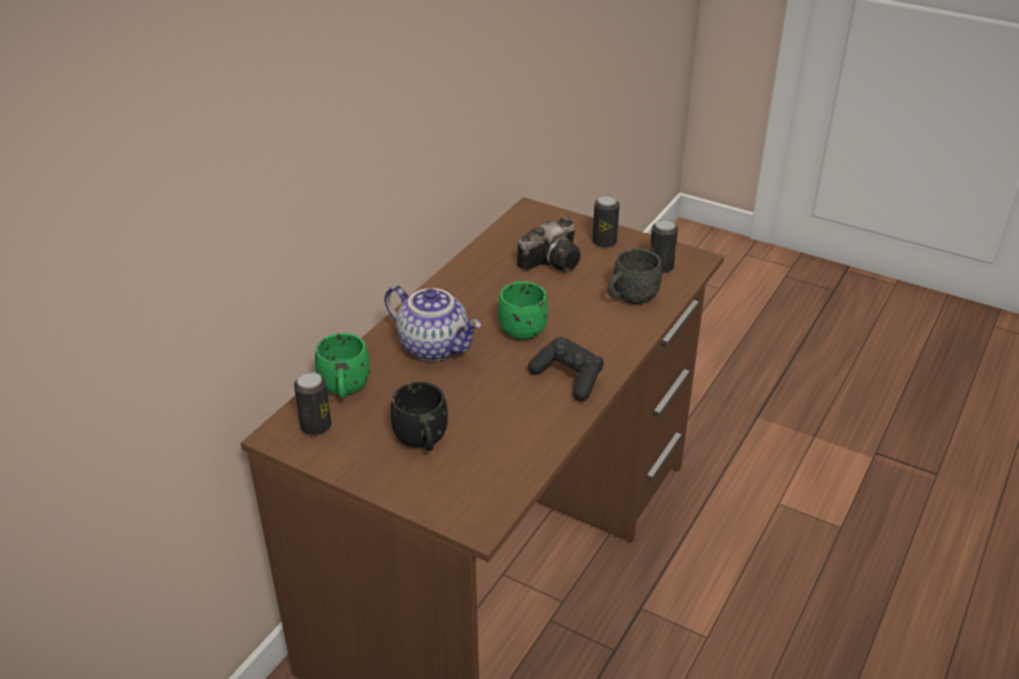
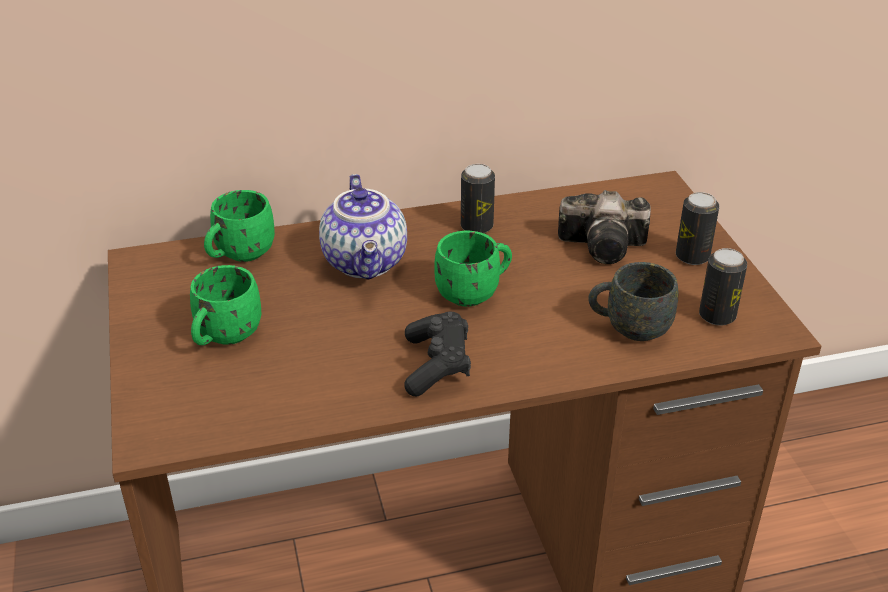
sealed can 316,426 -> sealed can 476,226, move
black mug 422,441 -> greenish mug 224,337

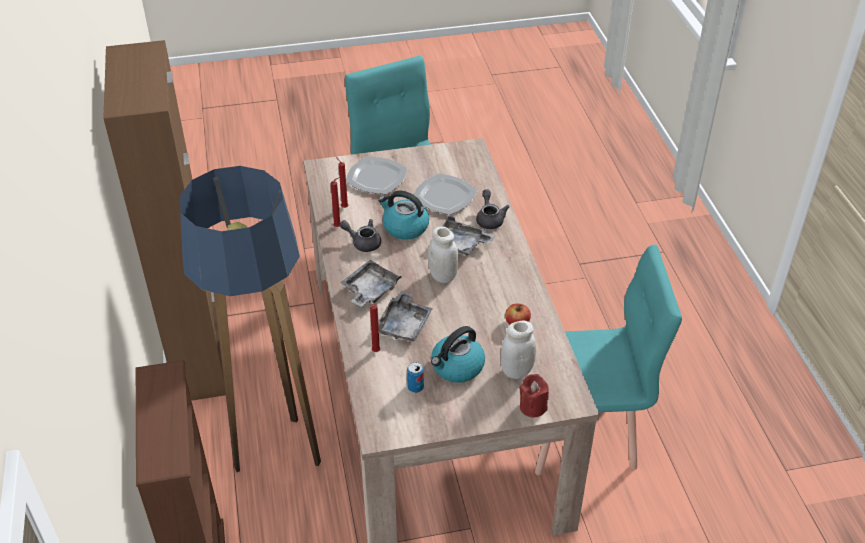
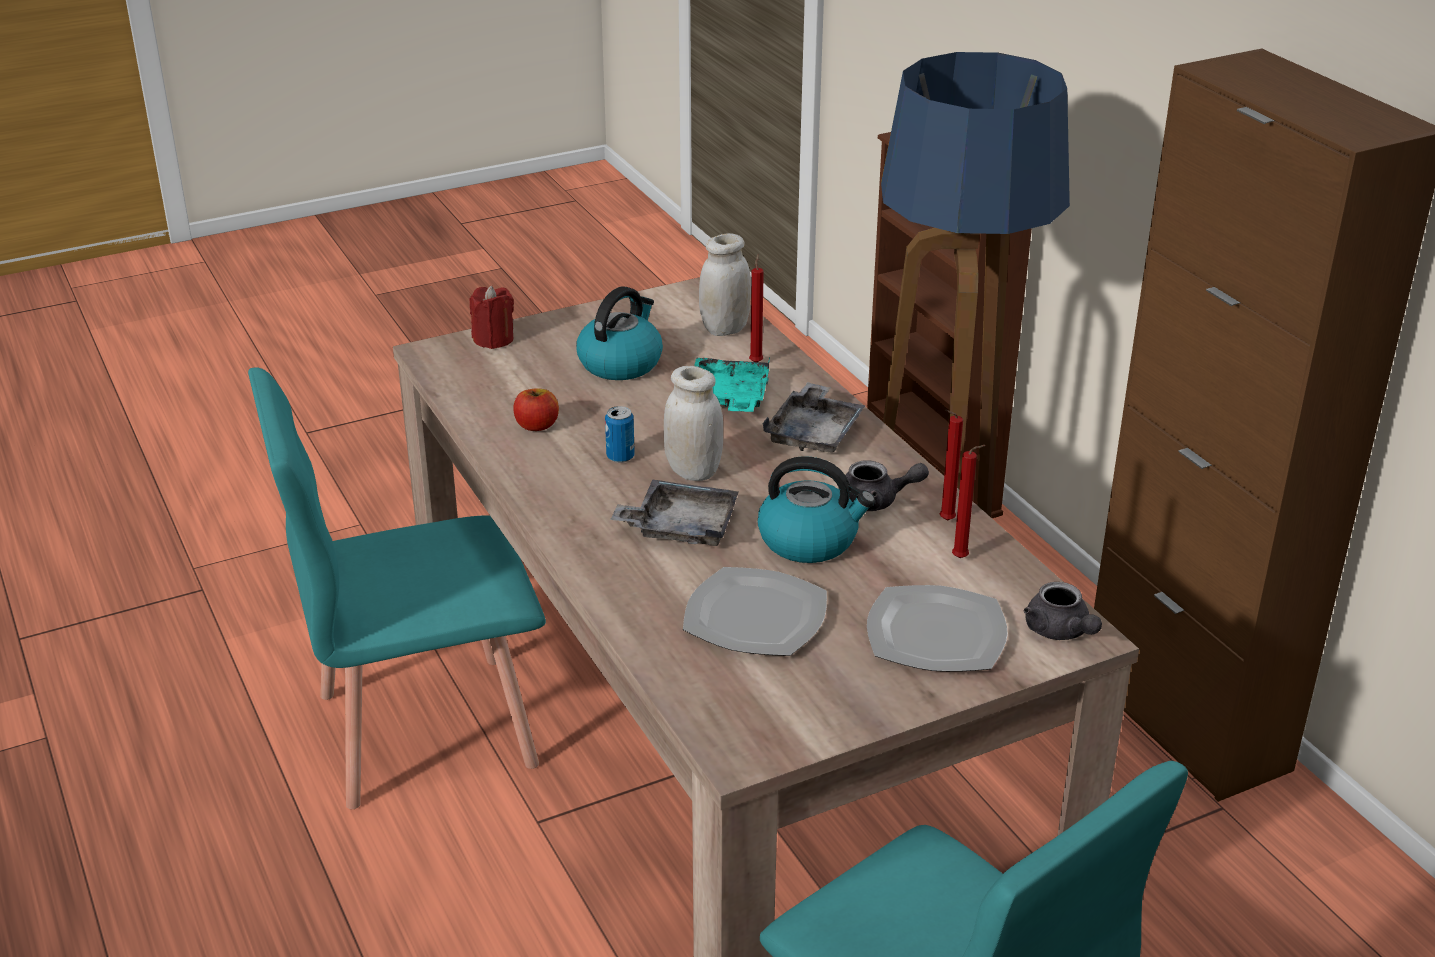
gray tea pot 490,219 -> gray tea pot 1060,632, move
gray carrying tray 404,324 -> turquoise carrying tray 728,398
white storage jar 516,371 -> white storage jar 725,329, move
sealed can 415,387 -> sealed can 620,457, move

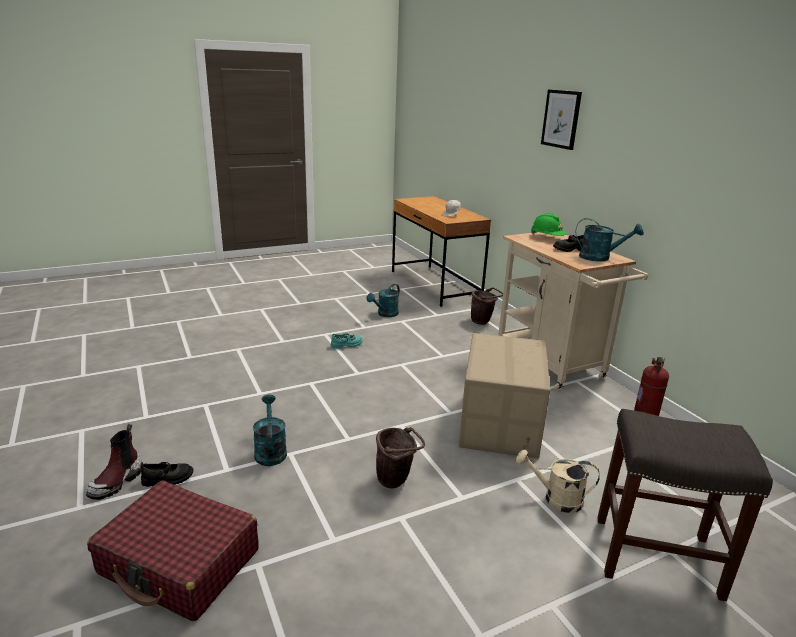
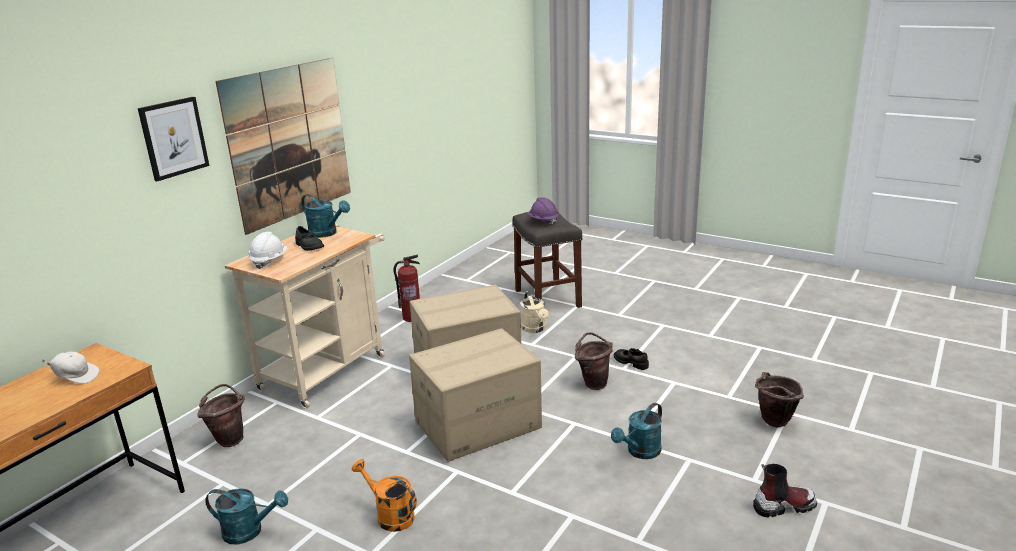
greenish safety helmet 547,238 -> white safety helmet 269,261
turquoise watering can 600,258 -> turquoise watering can 327,233, 135 degrees clockwise
turquoise shoe 347,345 -> orangey watering can 390,515
black shoe 168,479 -> black shoe 631,362, move
reddish travel case 180,562 -> brown-coloured pail 773,423
none -> wall art 289,142
none -> purple safety helmet 543,221
none -> cardboard box 477,424

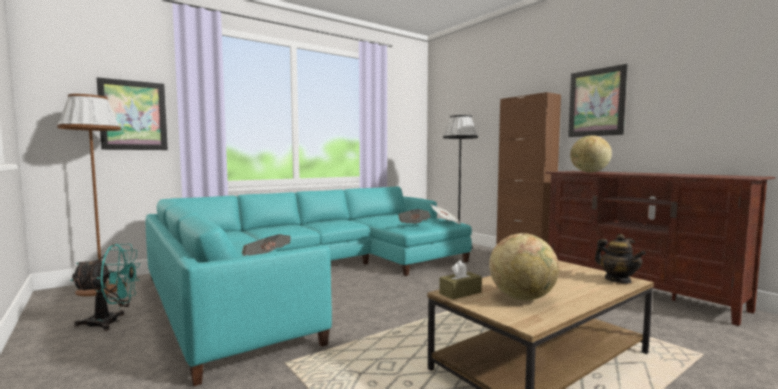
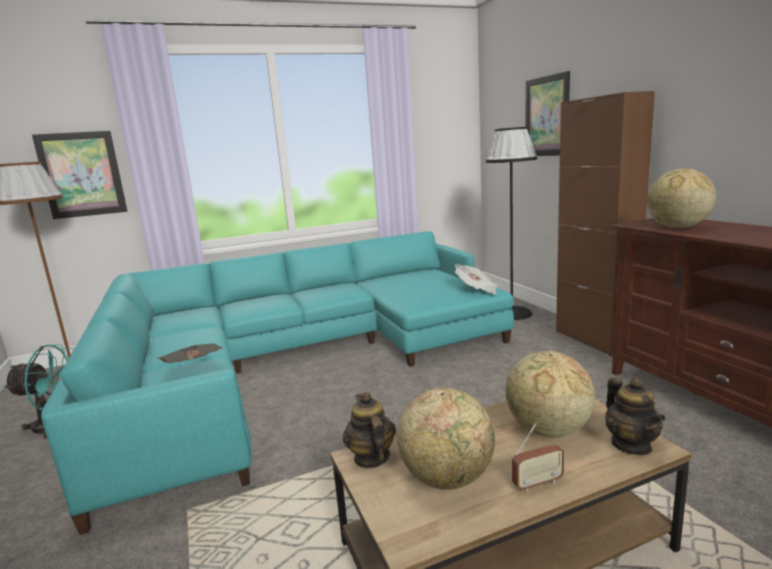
wall art 596,102 -> wall art 547,116, move
printed paper 414,226 -> none
brown-coloured box of tissues 460,293 -> tea pot 371,458
none -> desk globe 547,430
none -> radio set 537,483

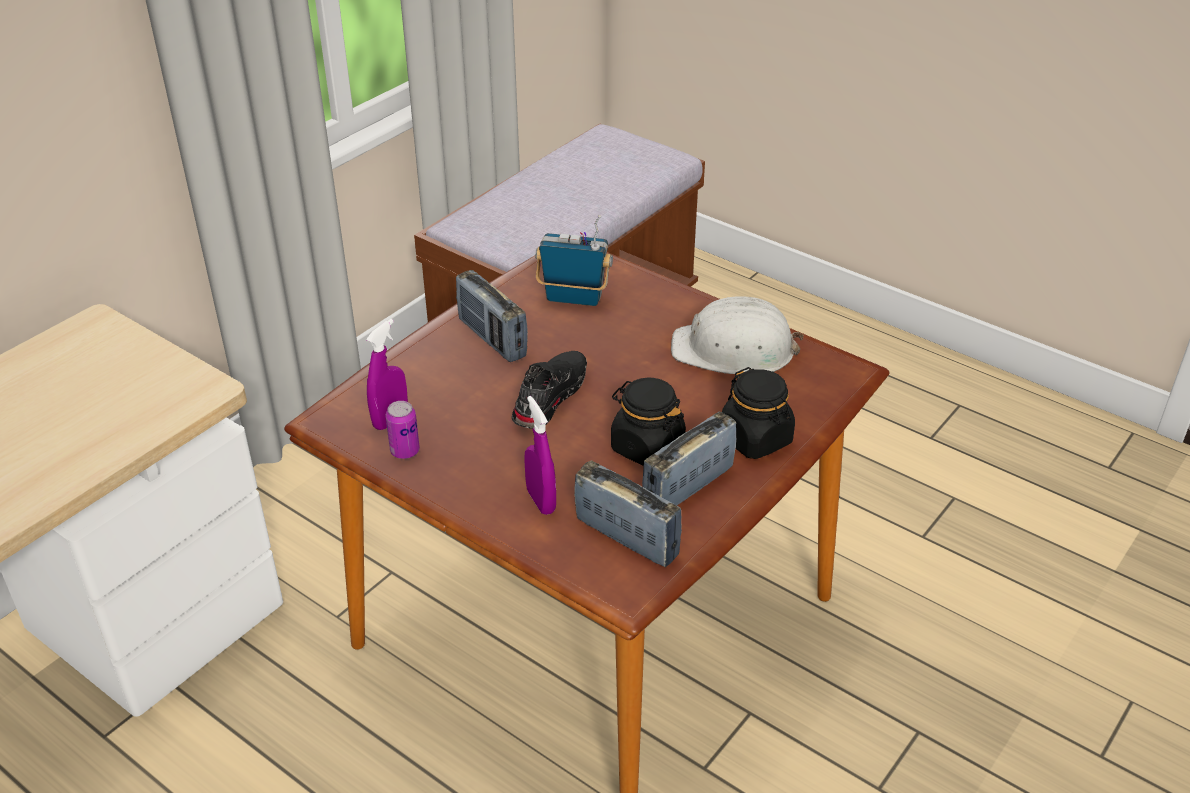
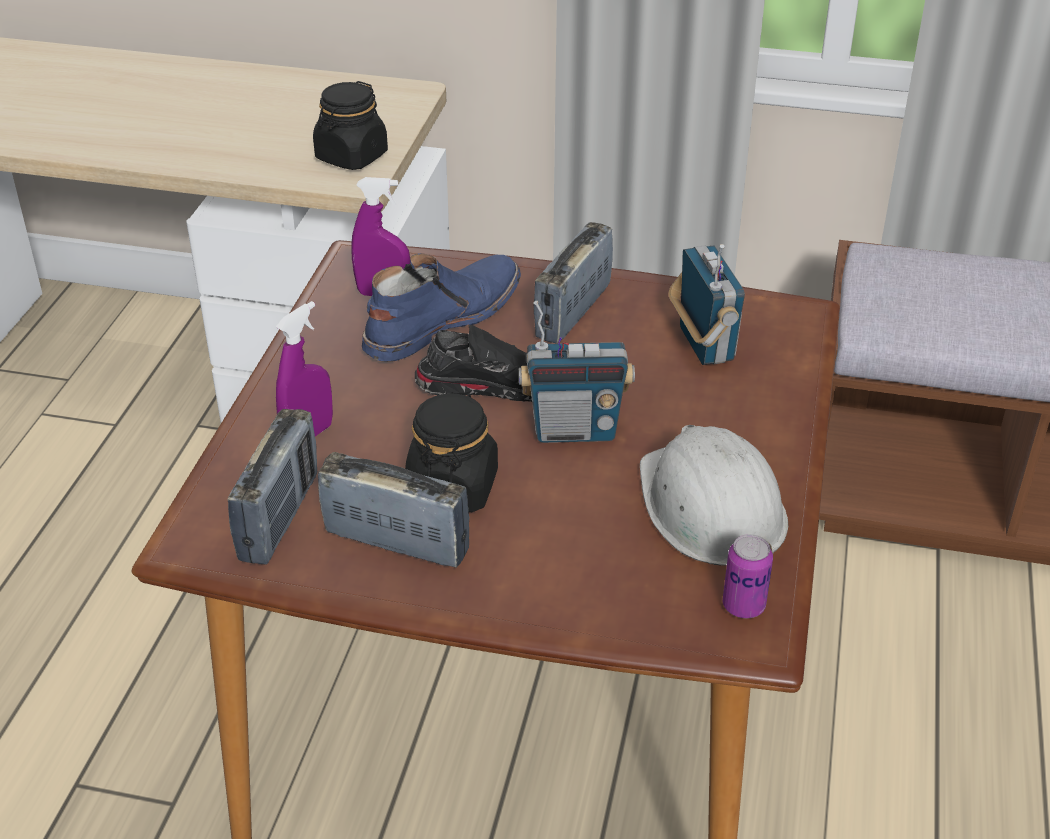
black storage jar 756,439 -> black storage jar 351,157, move
sealed can 405,451 -> sealed can 743,606, move
none -> bluish high-top boot 441,319
none -> radio set 574,430

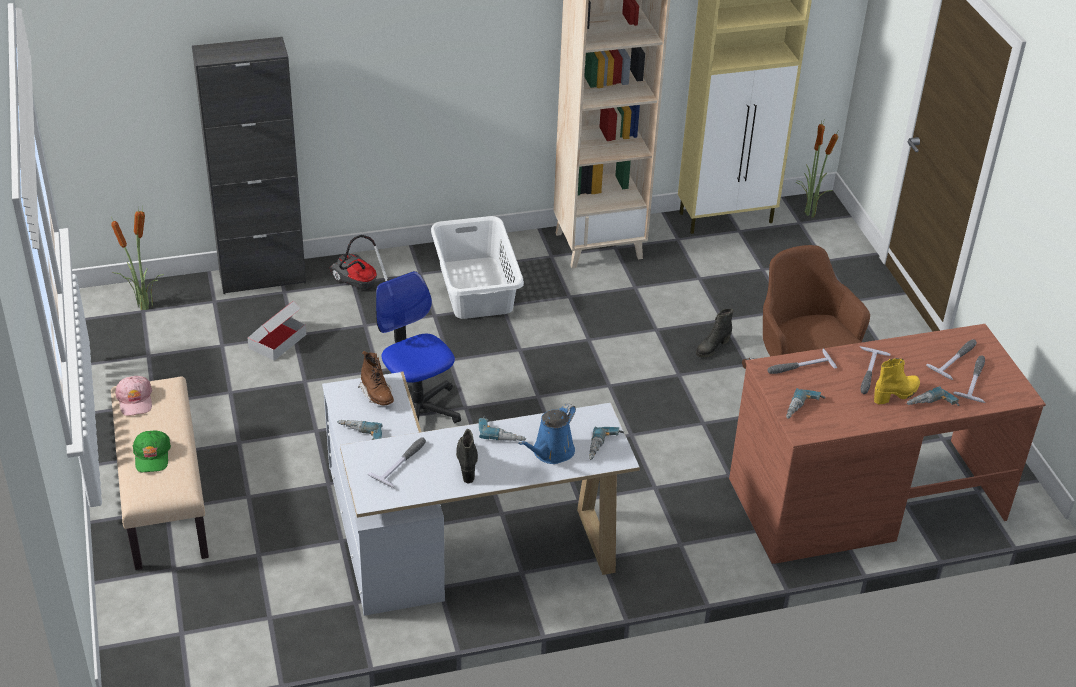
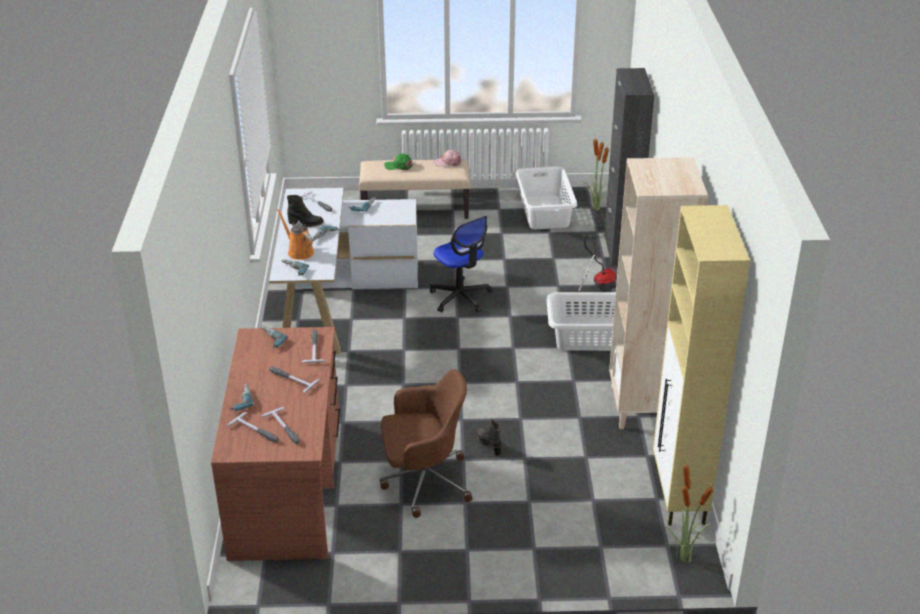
office chair 416,410 -> office chair 460,297, 75 degrees clockwise
cardboard box 277,341 -> none
brown-coloured high-top boot 377,395 -> none
yellow high-top boot 896,394 -> none
bluish watering can 551,452 -> orangey watering can 299,251
none -> white hamper 545,212

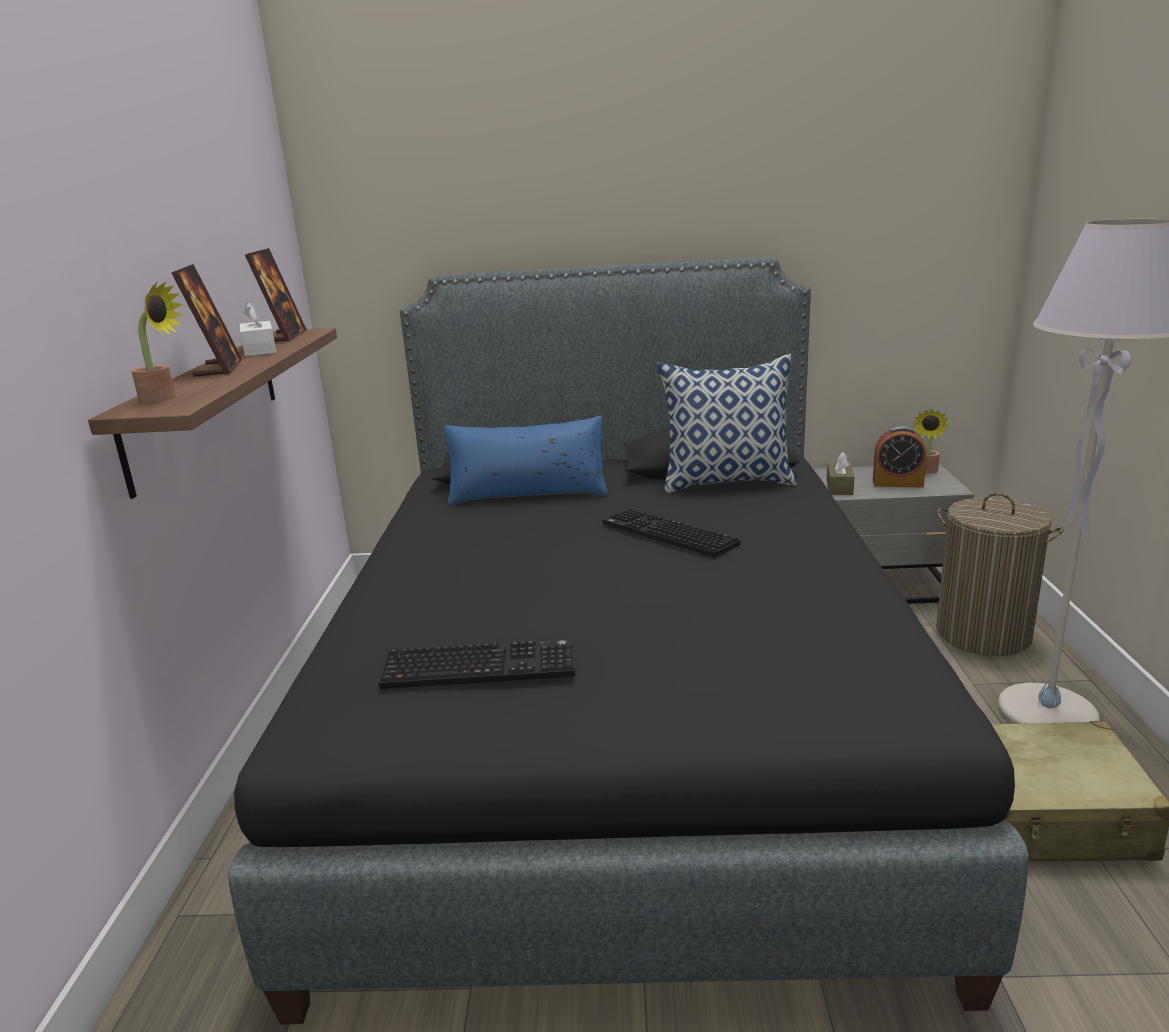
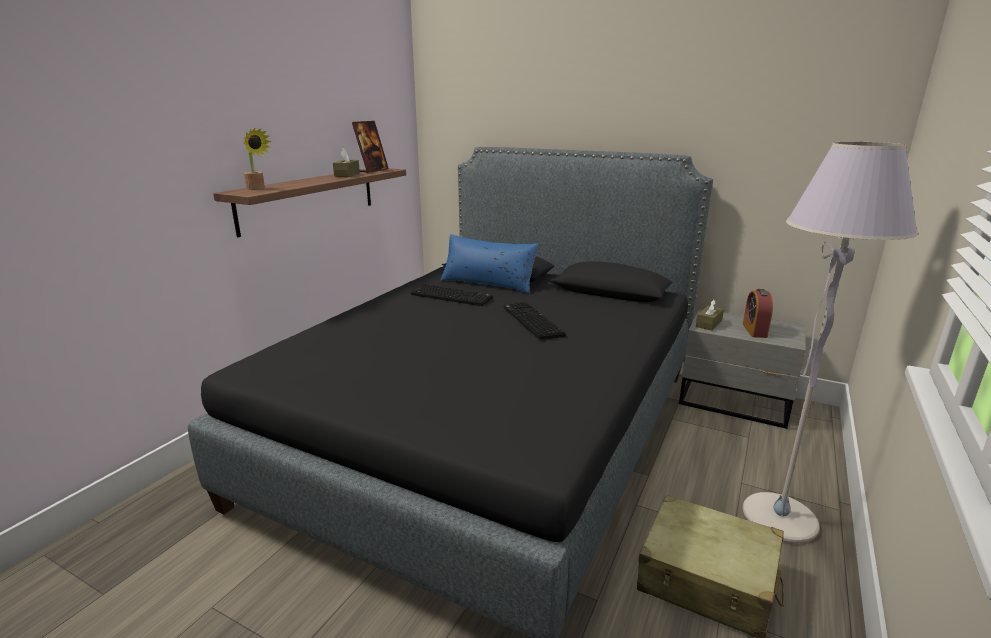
photo frame 218,369 -> none
white box of tissues 260,350 -> brown-coloured box of tissues 347,175
throw pillow 727,482 -> none
potted plant 926,471 -> none
bedside clock 897,483 -> bedside clock 754,330, 60 degrees clockwise
hamper 983,634 -> none
computer keyboard 482,665 -> computer keyboard 452,296, move

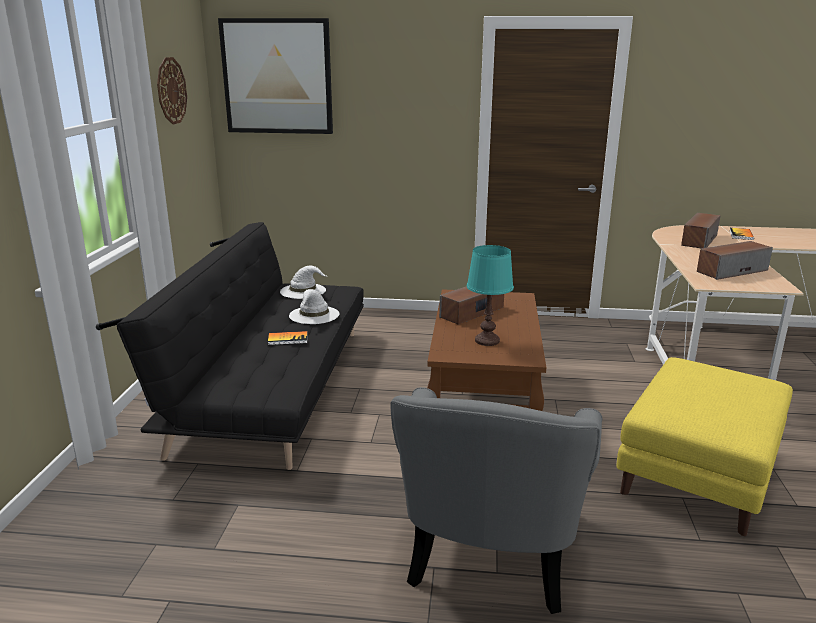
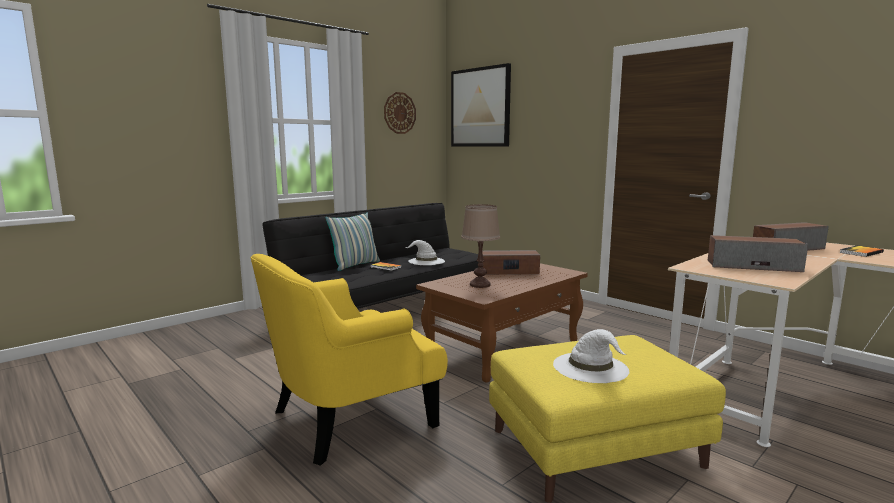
turquoise table lamp 487,340 -> brown-coloured table lamp 480,285
white clothing hat 303,291 -> white clothing hat 591,367, move
gray easy chair 491,549 -> yellow easy chair 348,417
none -> throw pillow 355,265

